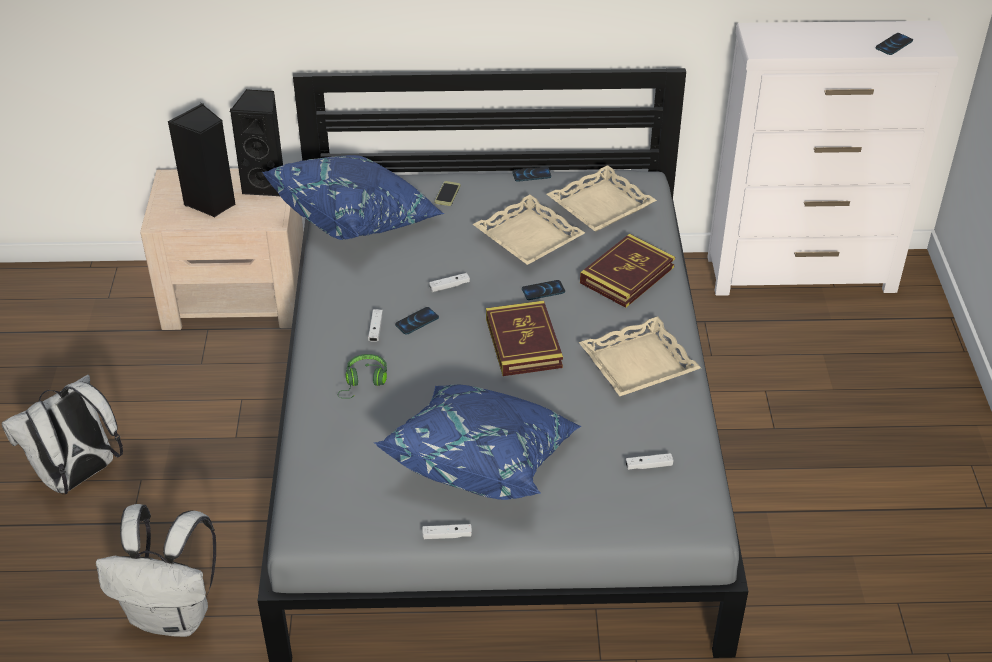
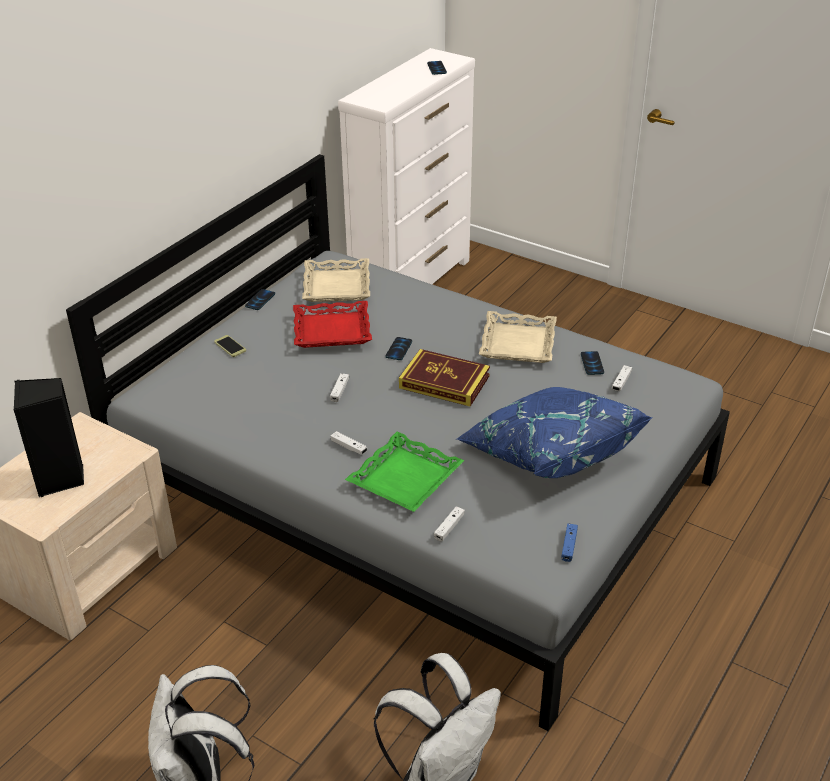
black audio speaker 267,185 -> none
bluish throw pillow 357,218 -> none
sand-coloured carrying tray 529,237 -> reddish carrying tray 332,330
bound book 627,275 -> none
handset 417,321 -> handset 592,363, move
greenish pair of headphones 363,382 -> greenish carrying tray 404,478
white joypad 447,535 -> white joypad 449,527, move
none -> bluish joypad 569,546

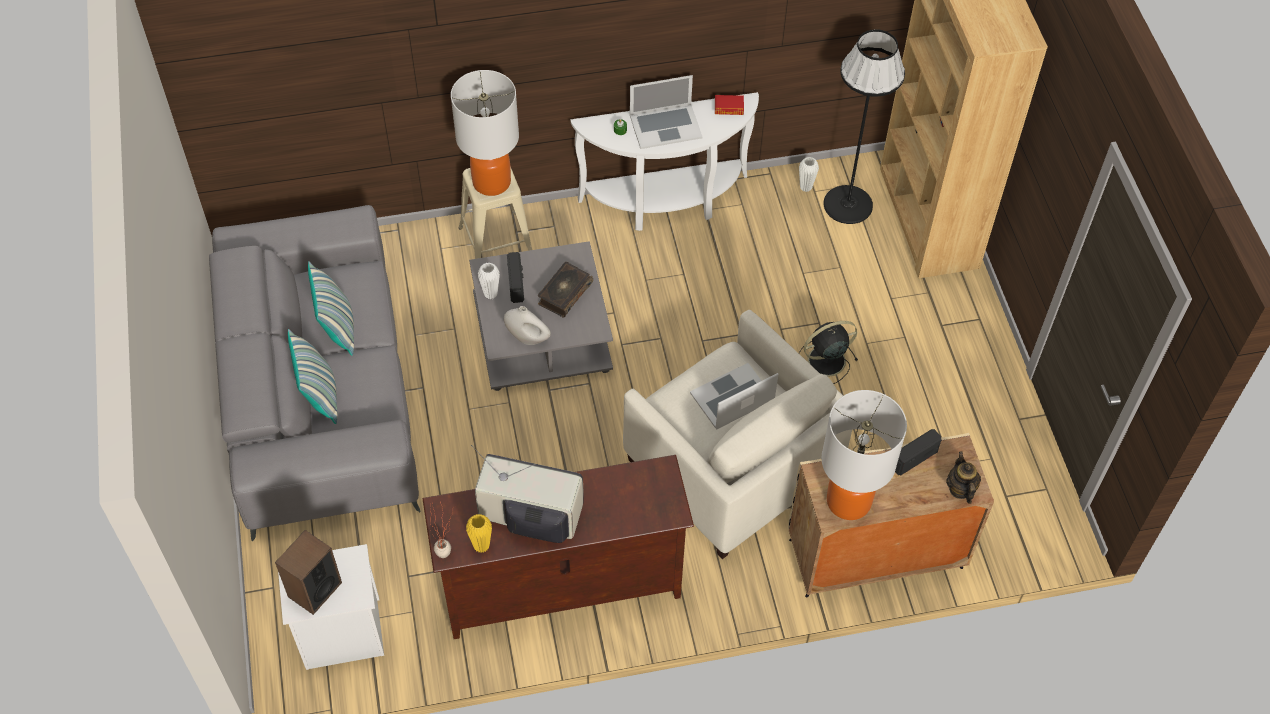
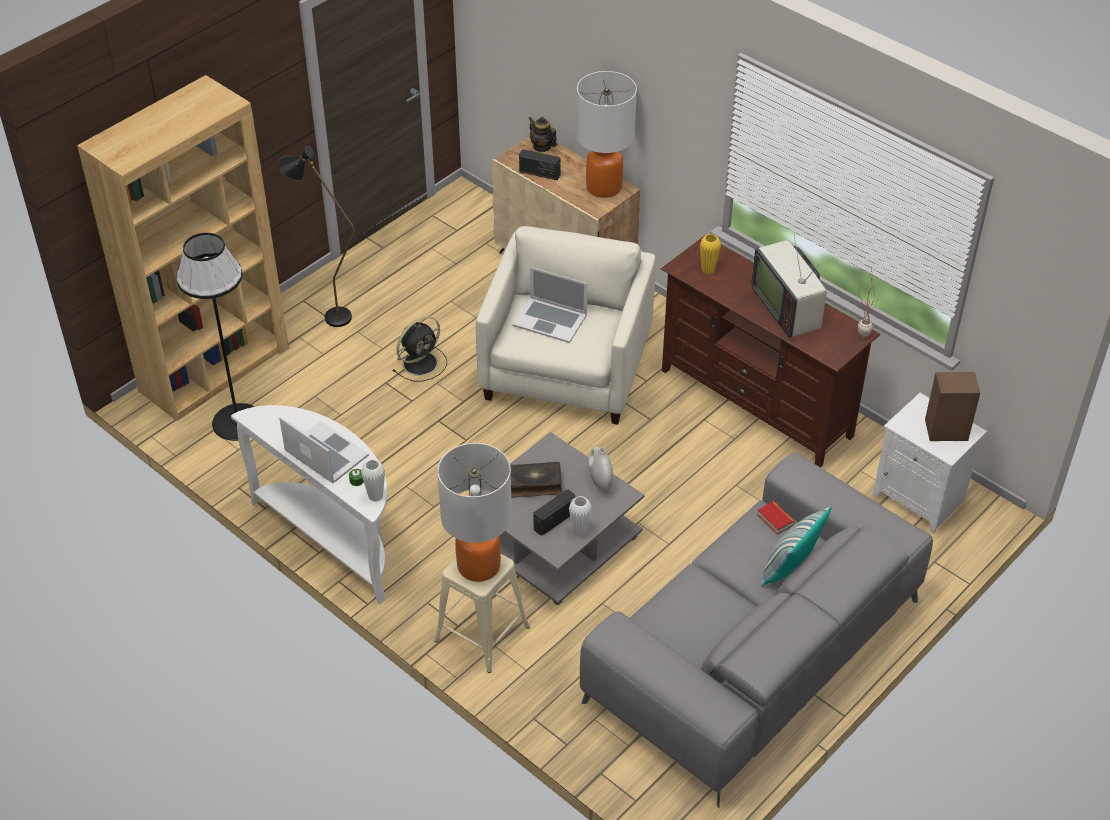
bound book 729,108 -> bound book 775,520, move
white vase 805,187 -> white vase 375,496, move
throw pillow 338,328 -> none
black electric fan 824,361 -> black electric fan 421,363, 75 degrees counterclockwise
tea pot 960,489 -> tea pot 542,147, 90 degrees clockwise
yellow vase 481,546 -> yellow vase 708,270, move
none -> black standard lamp 328,315

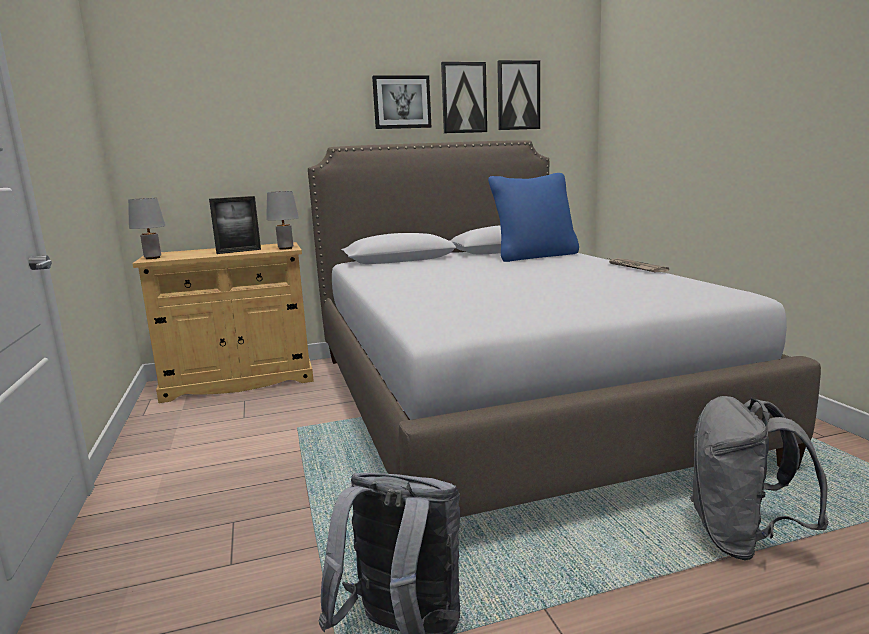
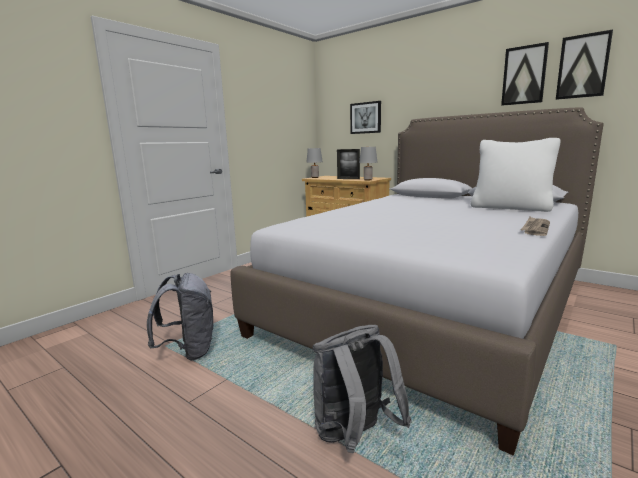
wall art 401,102 -> wall art 366,118, move
bluish throw pillow 534,256 -> white throw pillow 510,208

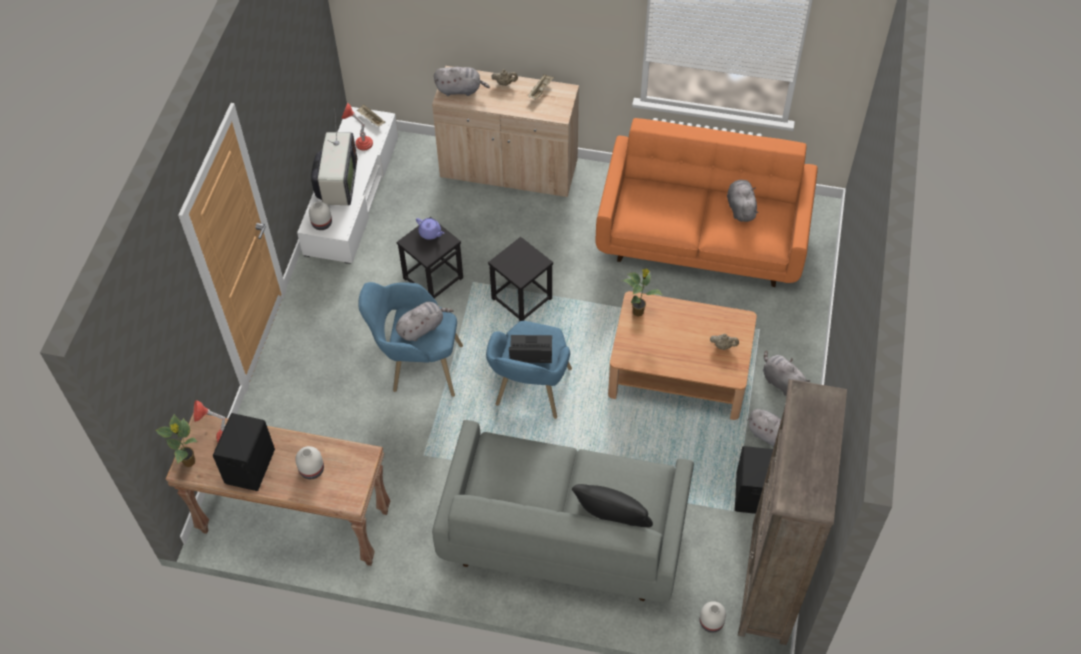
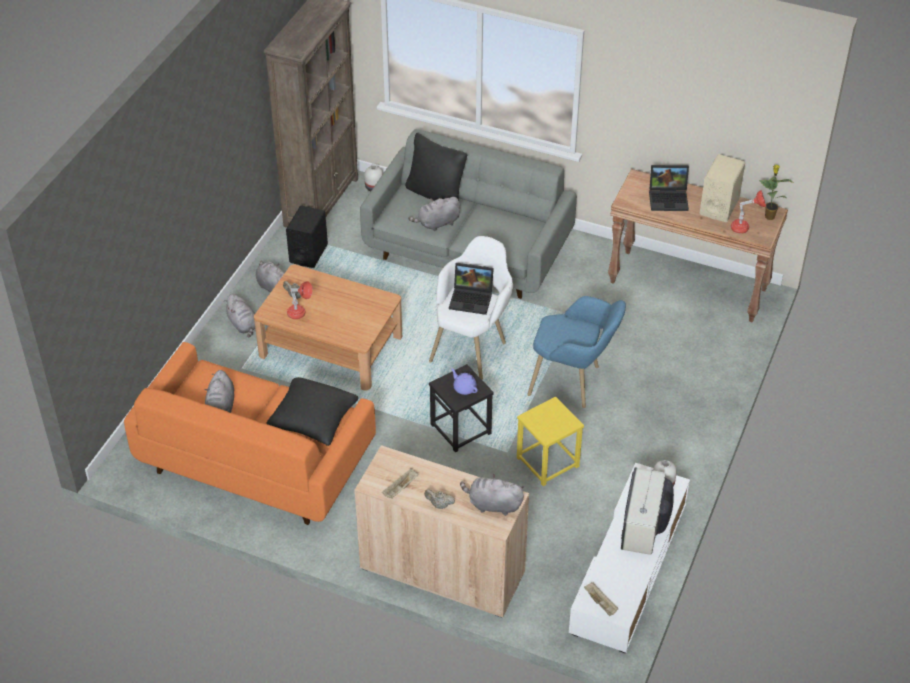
reddish table lamp 359,142 -> reddish table lamp 300,315, move
black stool seat 433,278 -> yellow stool seat 548,462
purple tea pot 430,233 -> purple tea pot 464,388, move
potted plant 639,311 -> none
gray plush toy 422,328 -> gray plush toy 437,223, move
bluish easy chair 530,396 -> white easy chair 472,345
black audio speaker 250,467 -> sand-coloured audio speaker 719,206
white vase 311,470 -> notebook computer 669,198
none -> black throw pillow 313,419

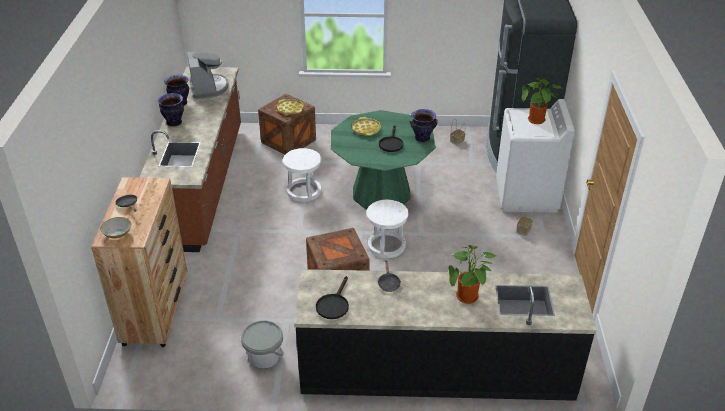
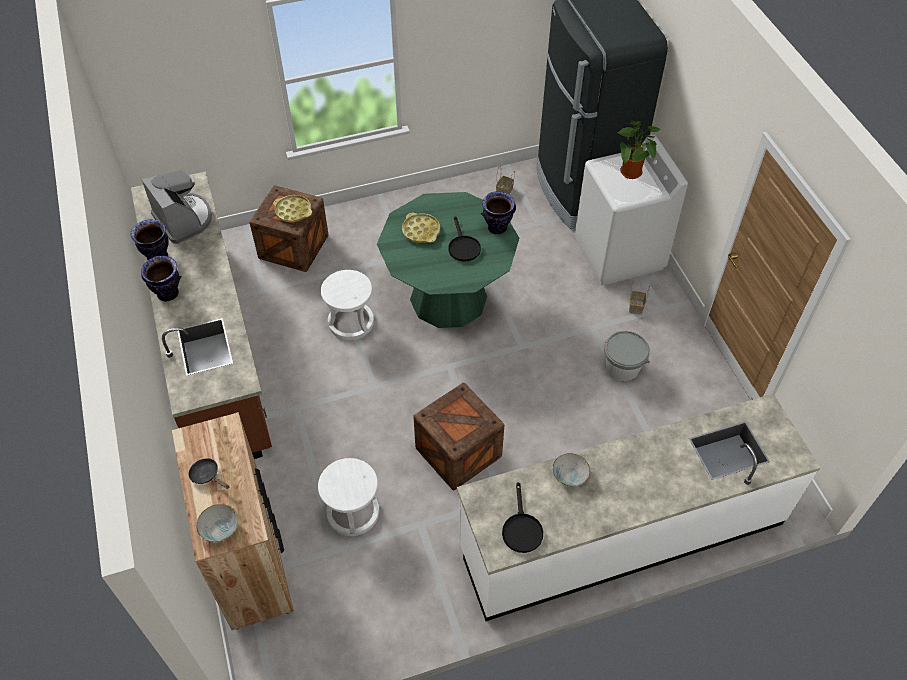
white stool seat 386,246 -> white stool seat 353,512, move
potted plant 468,298 -> none
black skillet 388,283 -> deep dish 569,475
black kitchen counter 436,369 -> white kitchen counter 621,534
gray pail 264,356 -> gray pail 622,367, move

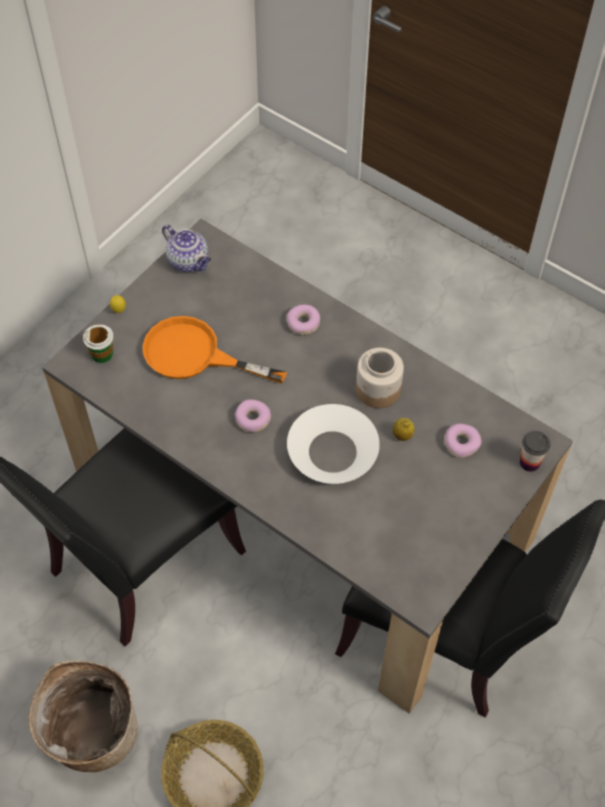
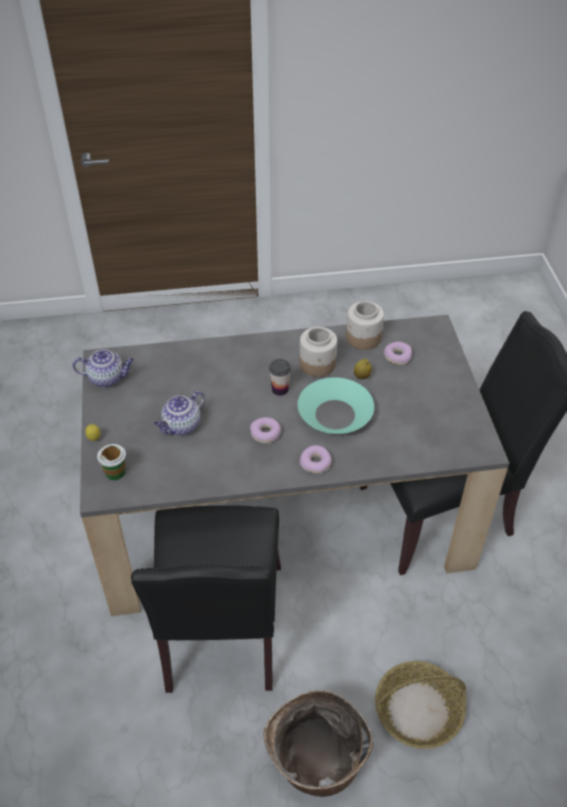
ring doughnut 303,323 -> ring doughnut 315,463, move
orangey skillet 195,355 -> tea pot 181,426
white deep dish 332,451 -> turquoise deep dish 335,414
drinking cup 529,462 -> drinking cup 280,389, move
none -> storage jar 363,338

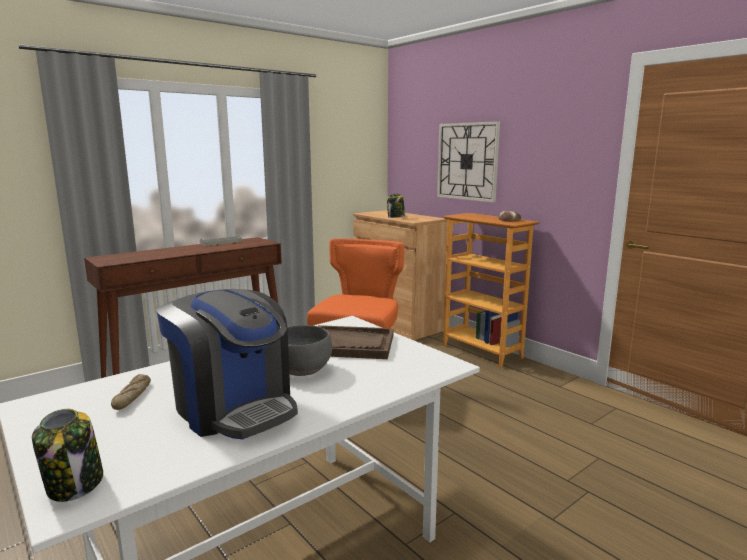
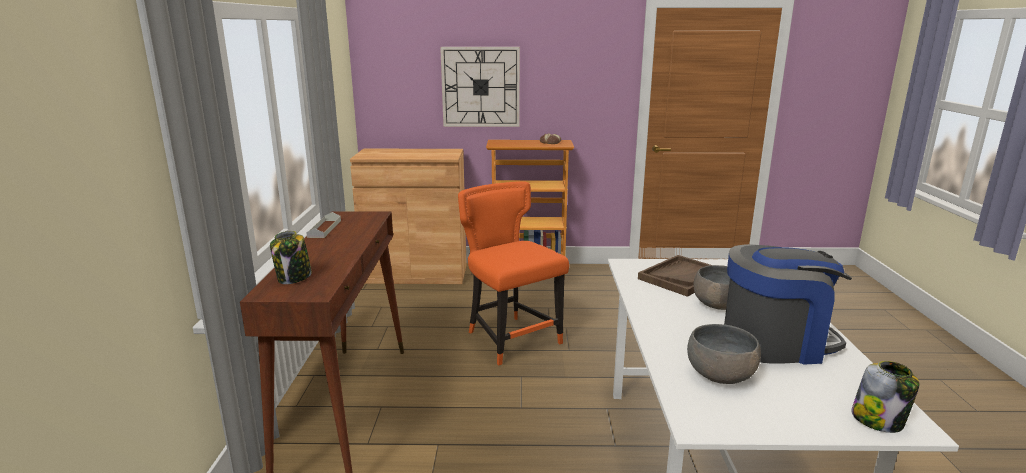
storage jar 396,217 -> storage jar 294,278, move
baked bread 132,397 -> gray deep dish 720,375

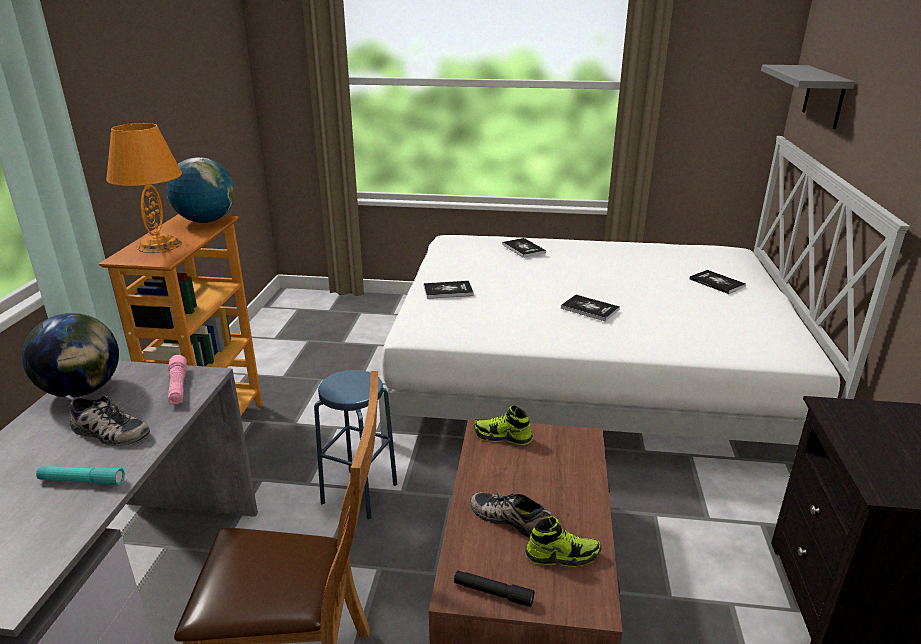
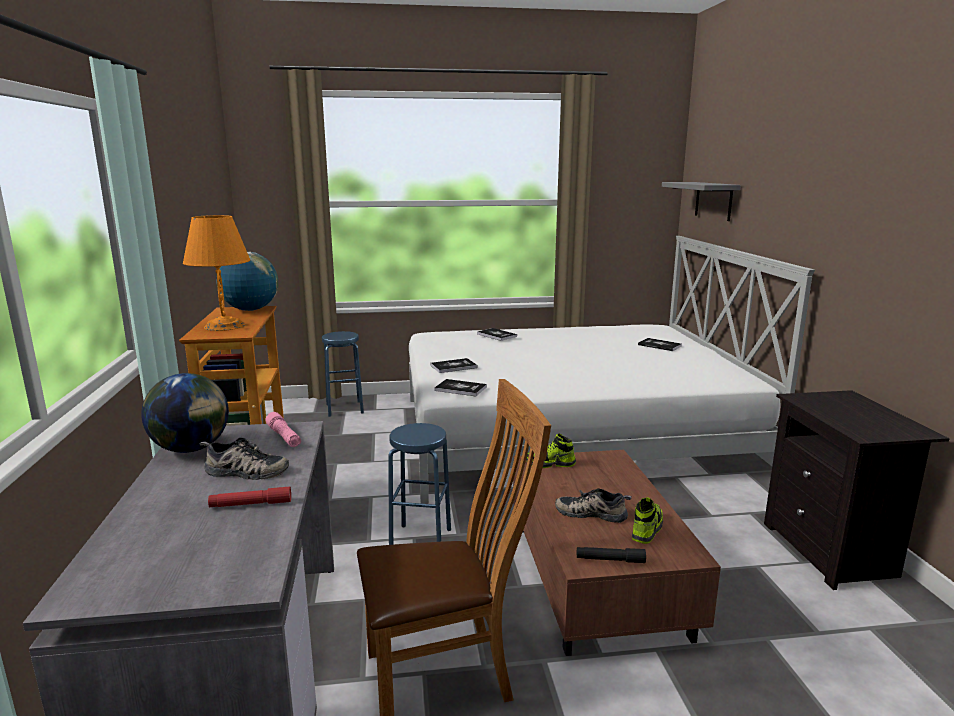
bound book 589,309 -> bound book 460,389, move
turquoise hand torch 82,481 -> reddish hand torch 251,504
shoe 562,555 -> shoe 647,529, 45 degrees counterclockwise
none -> bluish stool seat 344,408

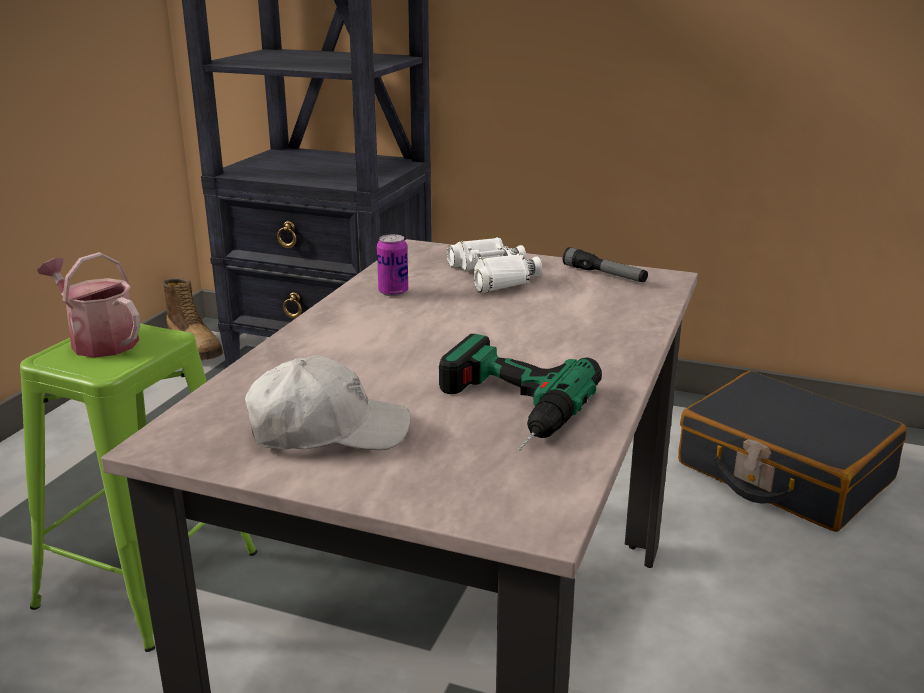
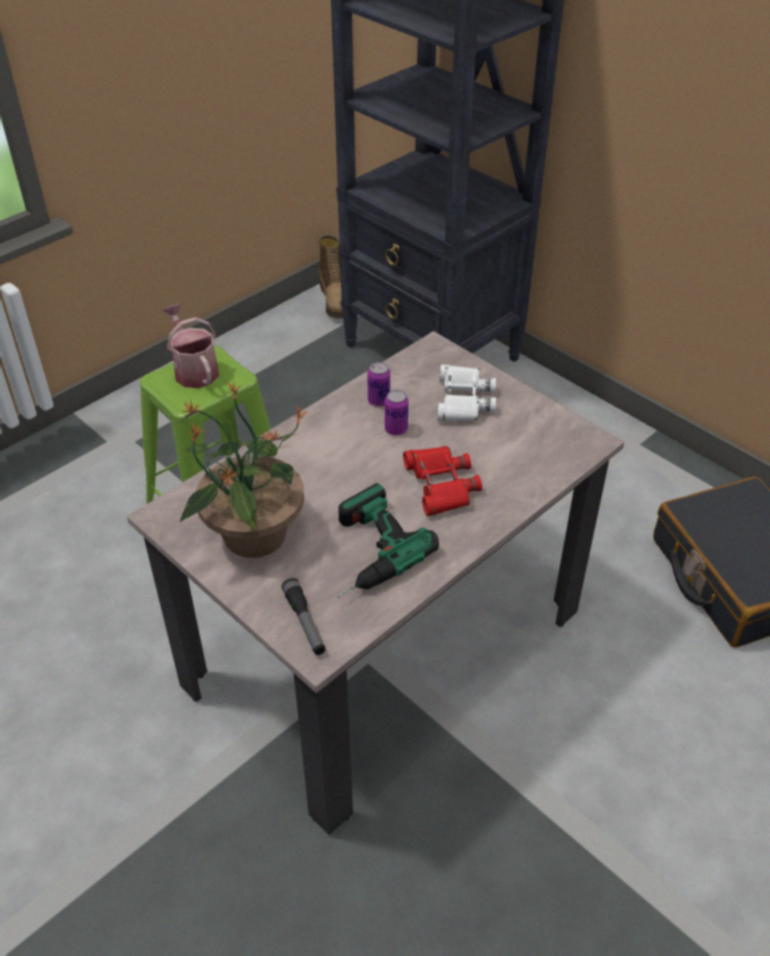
hand torch 604,274 -> hand torch 305,622, move
white cap 327,431 -> potted plant 252,535
none -> sealed can 396,429
none -> reddish binoculars 440,485

